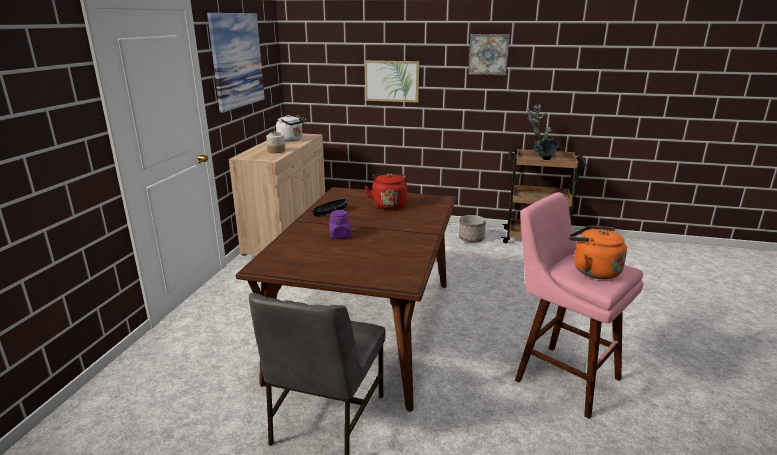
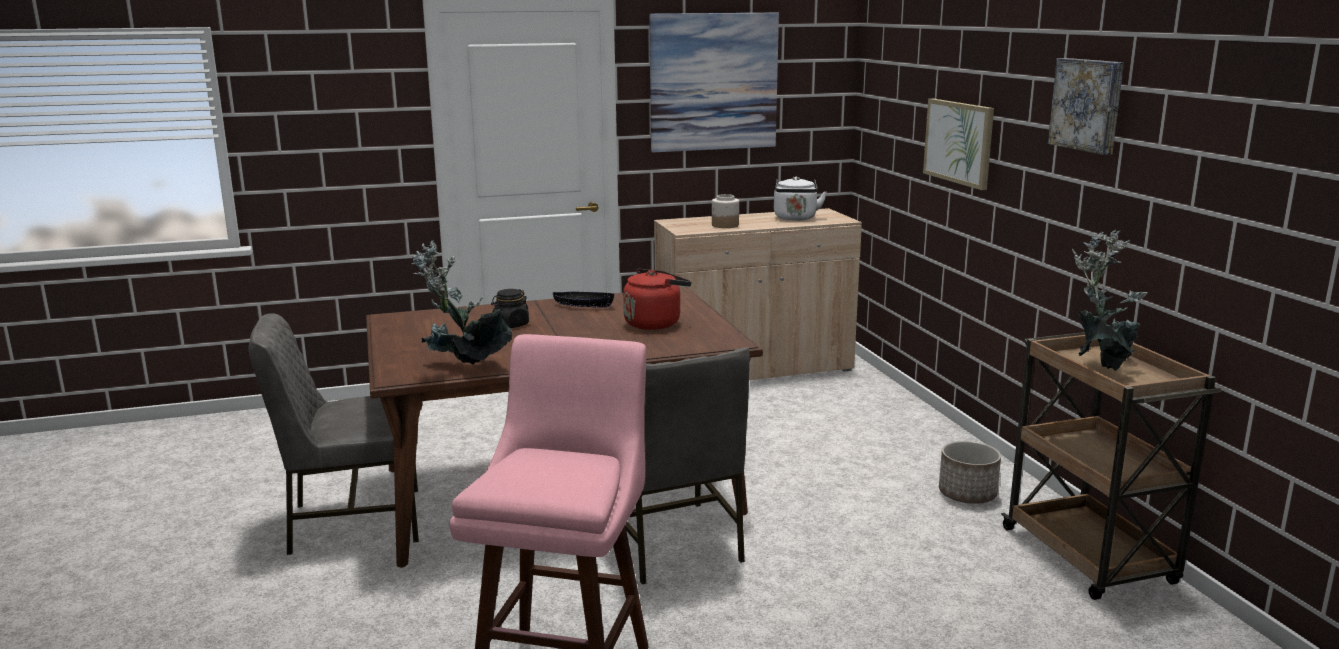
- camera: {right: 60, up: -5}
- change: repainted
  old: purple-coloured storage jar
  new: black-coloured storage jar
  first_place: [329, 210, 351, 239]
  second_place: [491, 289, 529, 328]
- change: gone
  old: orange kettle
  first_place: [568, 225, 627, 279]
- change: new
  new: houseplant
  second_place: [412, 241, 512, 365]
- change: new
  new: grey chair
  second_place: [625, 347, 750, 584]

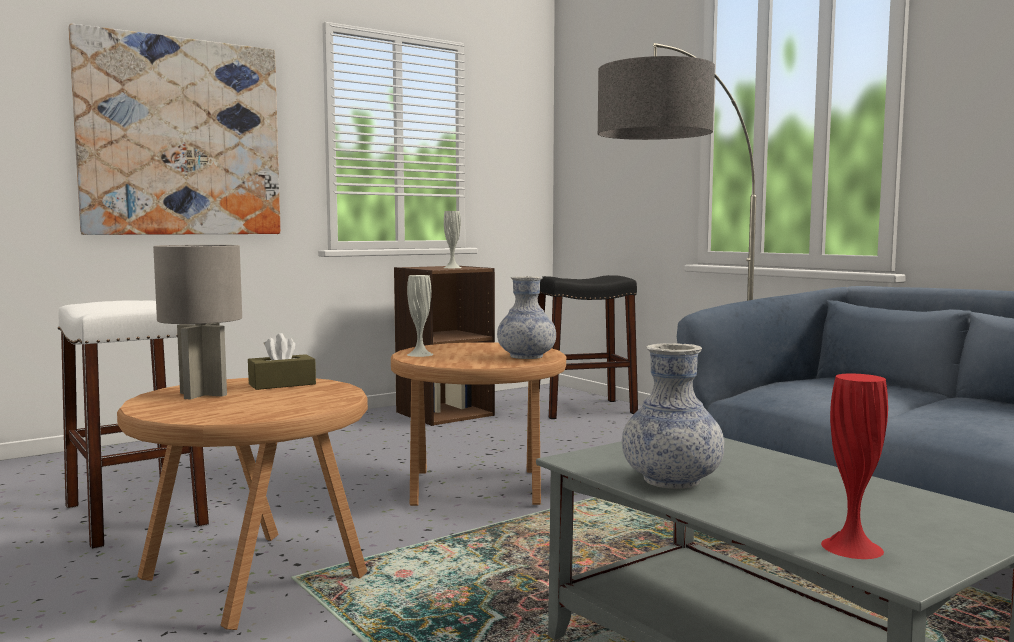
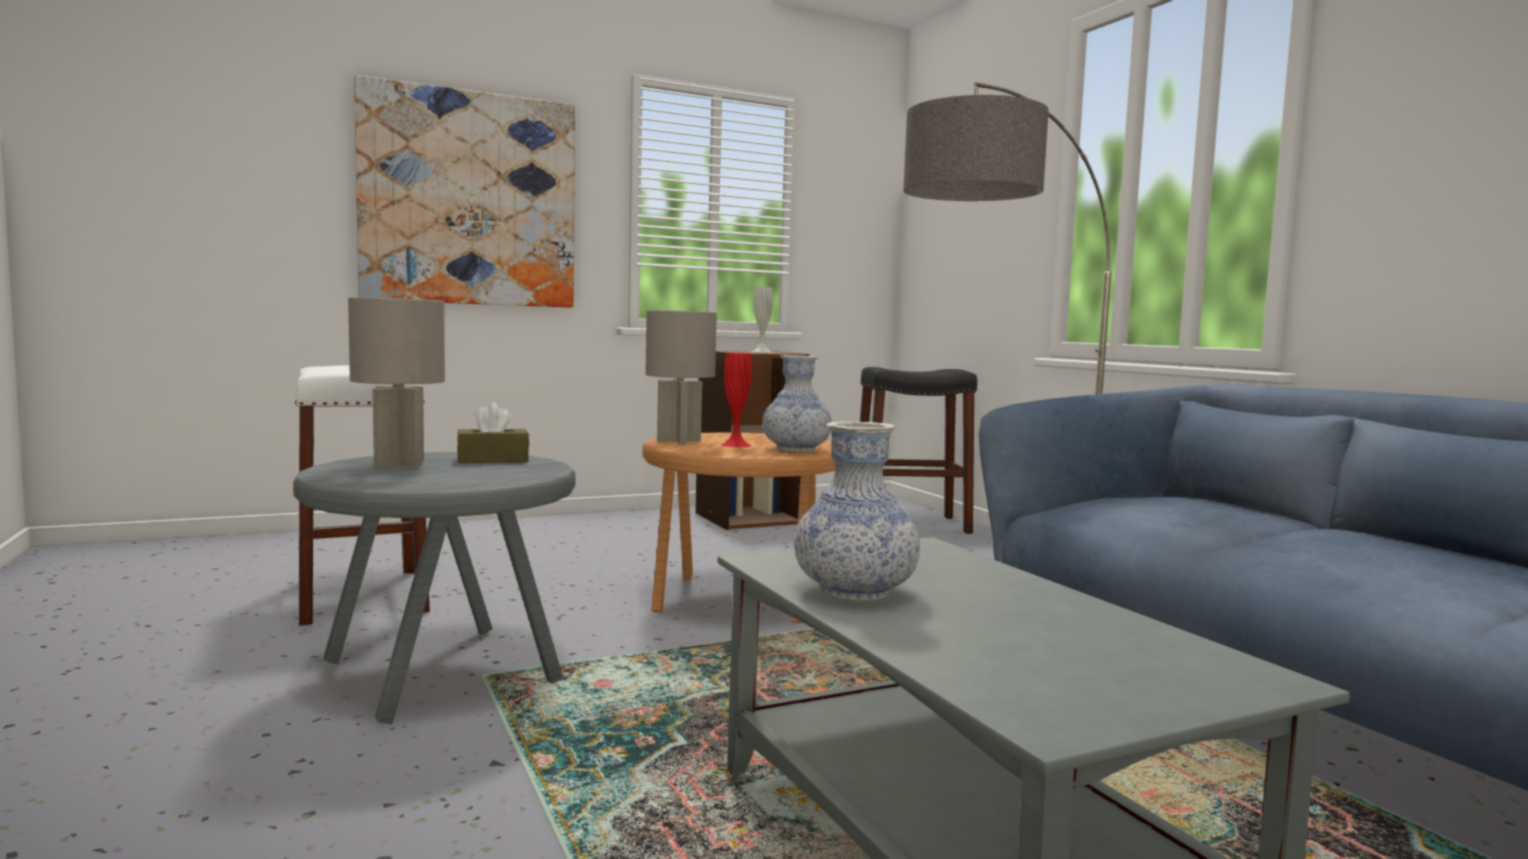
- camera: {right: 10, up: 0}
- change: swapped
  old: white-coloured decorative vase
  new: grey table lamp
  first_place: [407, 275, 433, 357]
  second_place: [645, 310, 717, 444]
- change: shifted
  old: reddish decorative vase
  first_place: [821, 374, 888, 559]
  second_place: [721, 352, 752, 447]
- change: repainted
  old: brown side table
  new: grey side table
  first_place: [117, 378, 368, 630]
  second_place: [293, 452, 576, 724]

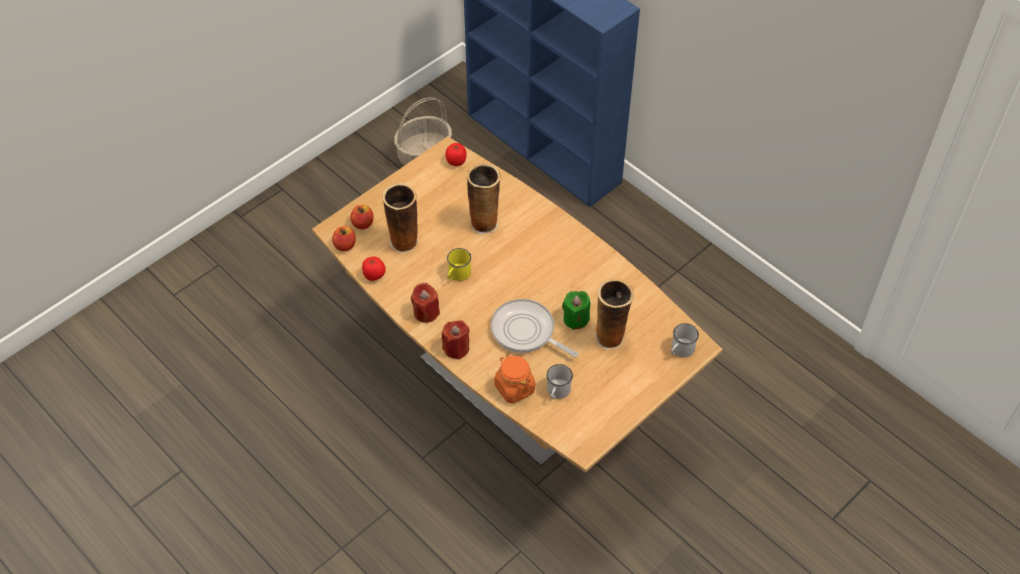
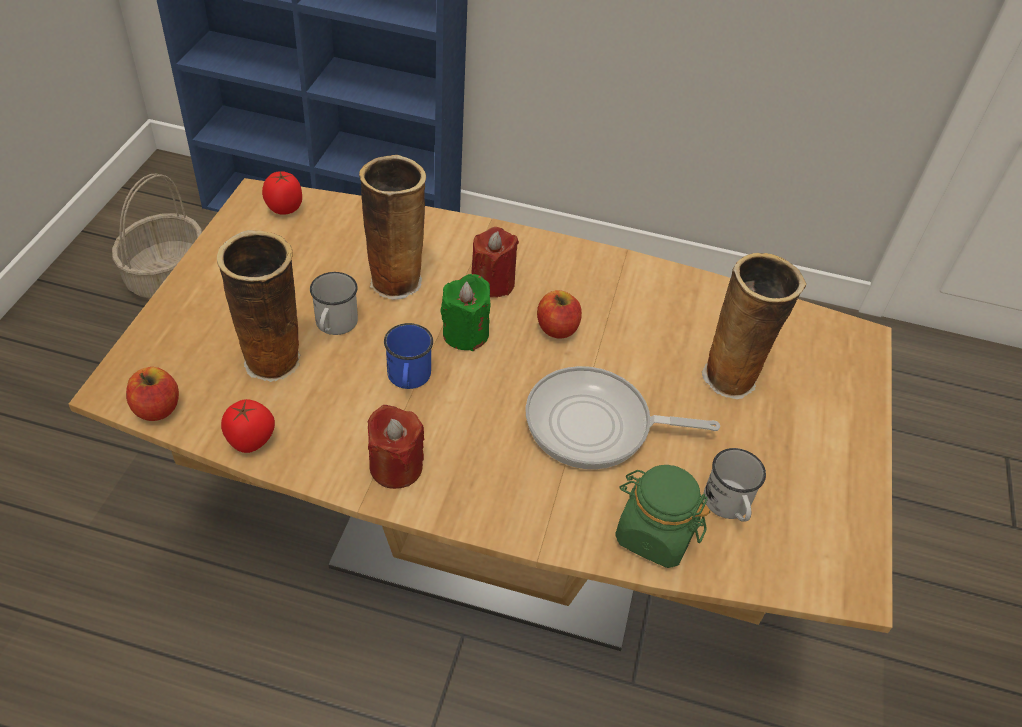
- camera: {right: -35, up: -5}
- change: shifted
  old: whole apple
  first_place: [351, 204, 374, 229]
  second_place: [537, 290, 582, 339]
- change: repainted
  old: yellow-coloured tea mug
  new: bluish tea mug
  first_place: [447, 248, 471, 281]
  second_place: [384, 323, 433, 389]
- change: shifted
  old: green candle
  first_place: [562, 291, 590, 330]
  second_place: [441, 274, 491, 351]
- change: shifted
  old: reddish candle
  first_place: [442, 320, 470, 359]
  second_place: [471, 227, 519, 298]
- change: shifted
  old: white-coloured tea mug
  first_place: [671, 323, 699, 357]
  second_place: [310, 272, 358, 335]
- change: repainted
  old: orange storage jar
  new: green storage jar
  first_place: [494, 354, 535, 404]
  second_place: [615, 465, 710, 568]

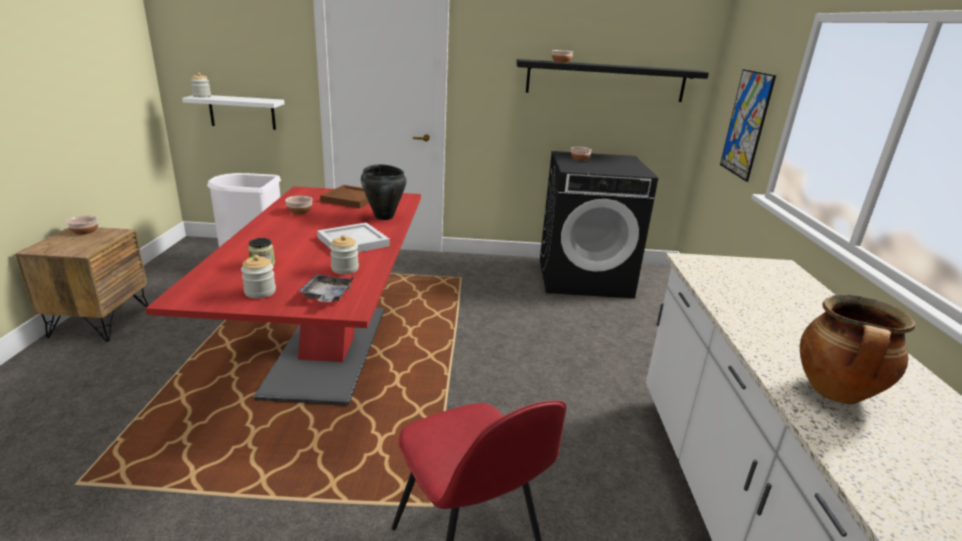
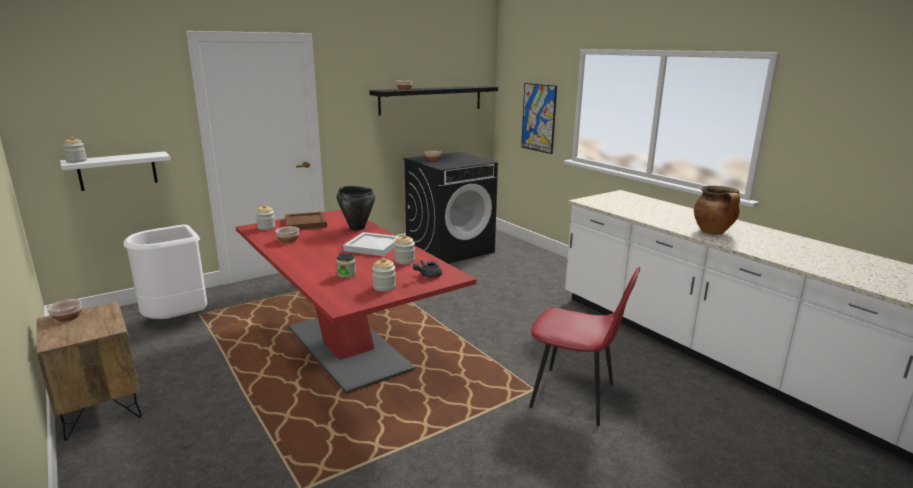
- camera: {right: -35, up: -5}
- change: swapped
  old: grey tray
  new: grey pot for tea
  first_place: [298, 274, 354, 302]
  second_place: [413, 260, 442, 278]
- change: new
  new: storage jar
  second_place: [256, 205, 275, 230]

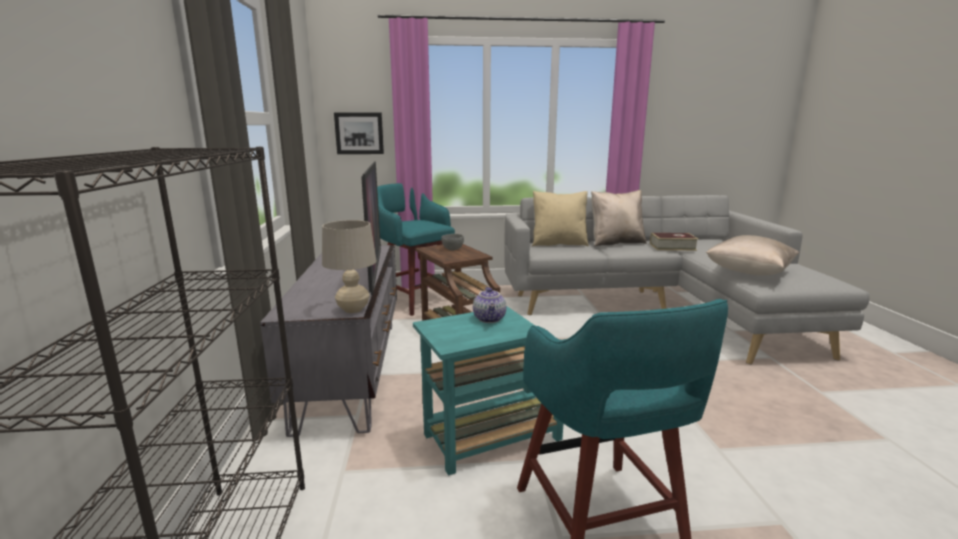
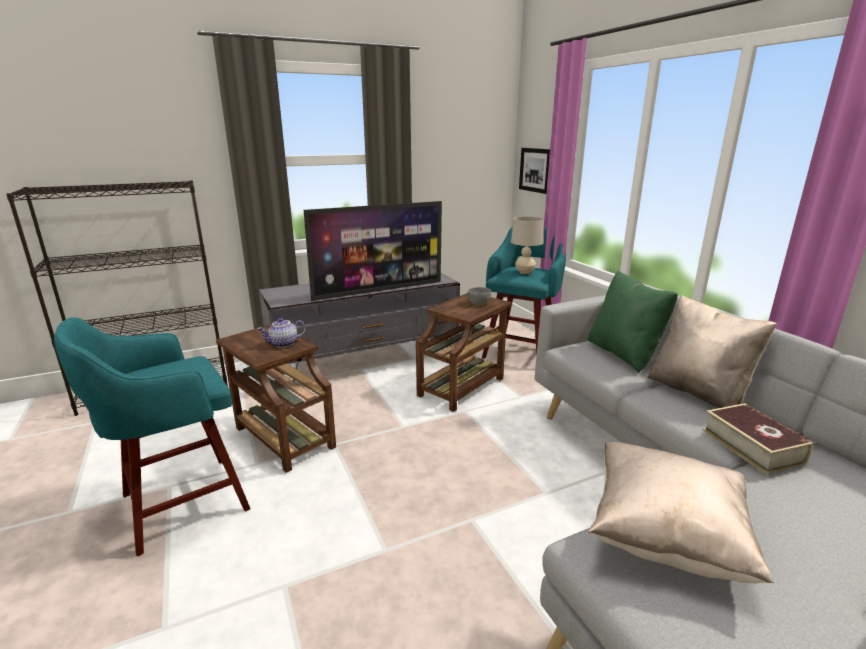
- camera: {right: 70, up: 5}
- change: repainted
  old: beige cushion
  new: green cushion
  first_place: [532, 191, 589, 246]
  second_place: [588, 270, 678, 373]
- change: shifted
  old: beige table lamp
  first_place: [322, 220, 377, 313]
  second_place: [511, 216, 544, 274]
- change: repainted
  old: blue-green side table
  new: brown side table
  first_place: [413, 306, 563, 476]
  second_place: [216, 324, 336, 473]

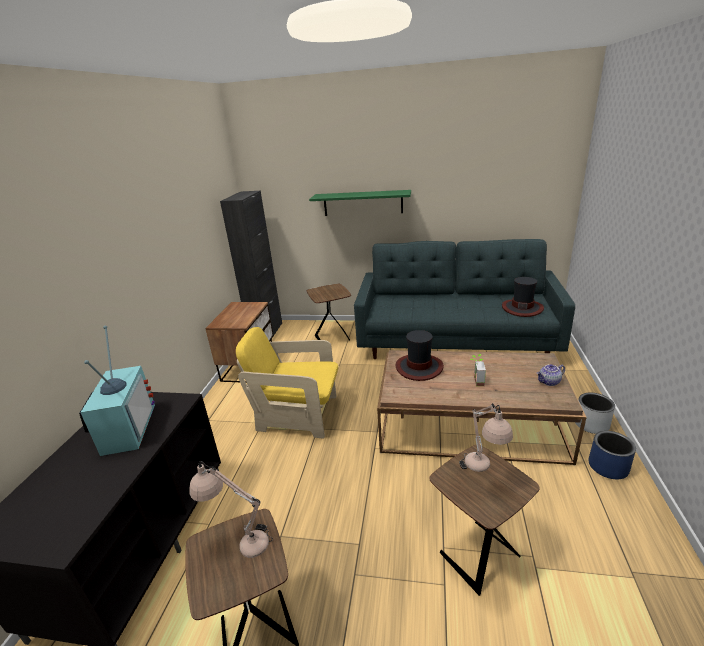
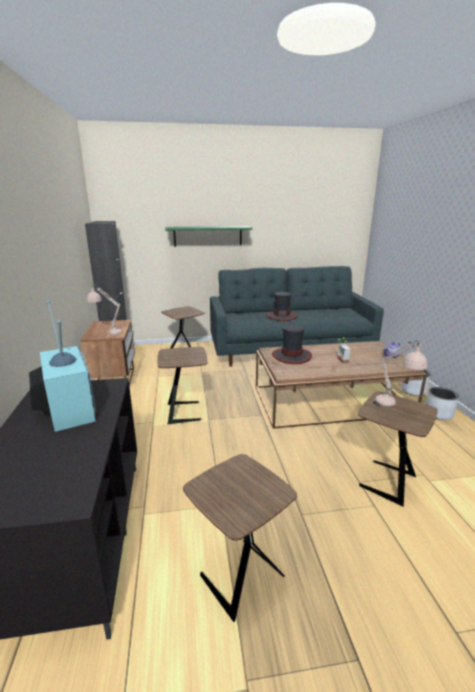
- camera: {right: -20, up: -5}
- change: shifted
  old: clothing hat
  first_place: [502, 277, 544, 317]
  second_place: [266, 292, 297, 321]
- change: swapped
  old: yellow-coloured lounge chair
  new: brown side table
  first_place: [236, 327, 338, 439]
  second_place: [157, 347, 207, 424]
- change: repainted
  old: bluish planter
  new: grey planter
  first_place: [589, 431, 636, 479]
  second_place: [426, 387, 459, 420]
- change: shifted
  old: beige table lamp
  first_place: [189, 461, 273, 558]
  second_place: [86, 284, 123, 335]

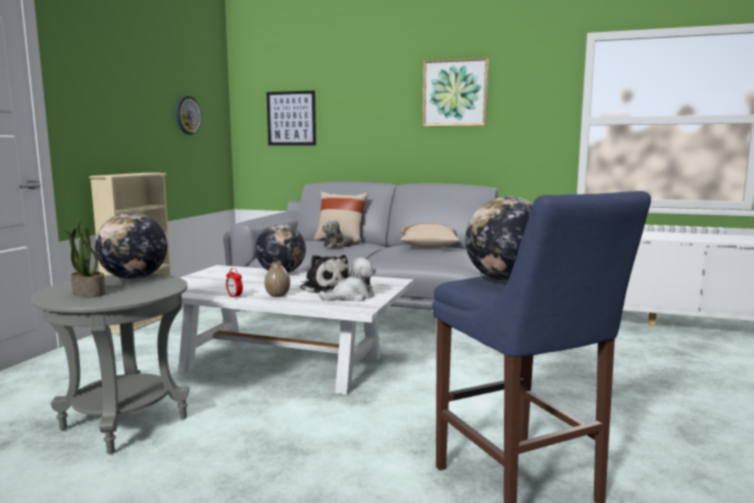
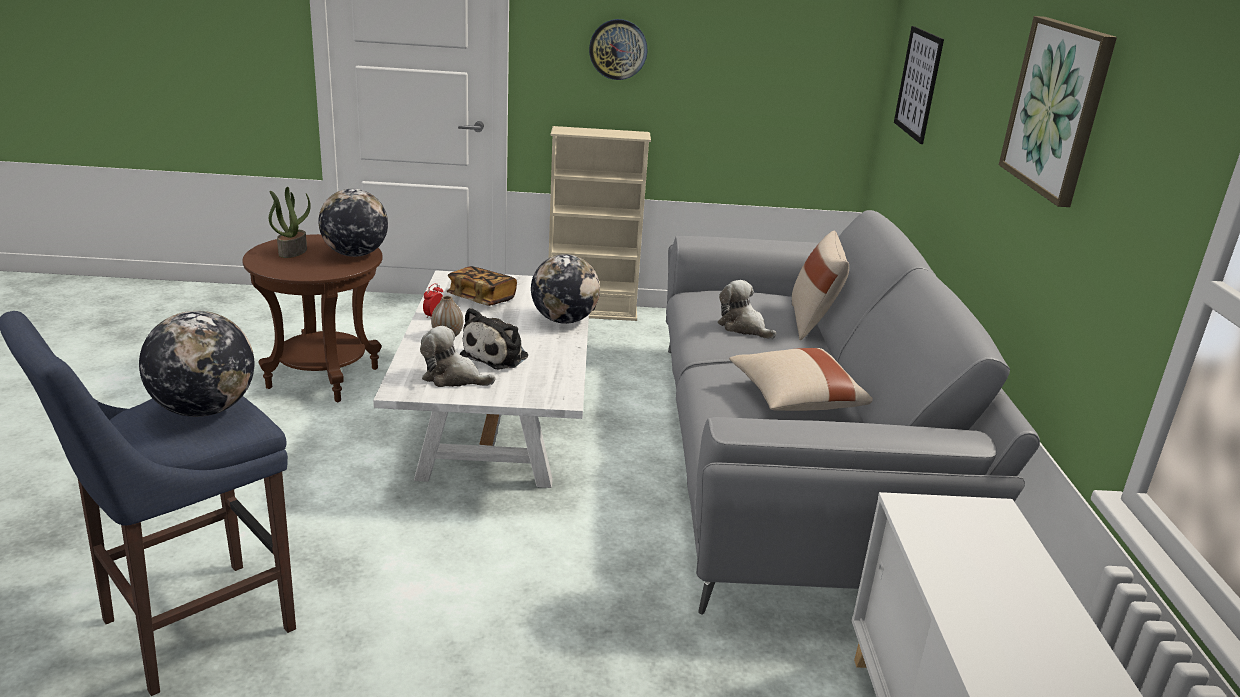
- camera: {right: 70, up: 15}
- change: shifted
  old: wall clock
  first_place: [176, 96, 202, 135]
  second_place: [589, 19, 647, 80]
- change: rotated
  old: soft toy
  first_place: [319, 258, 376, 302]
  second_place: [420, 326, 495, 387]
  degrees: 150
- change: repainted
  old: grey side table
  new: brown side table
  first_place: [31, 274, 189, 454]
  second_place: [243, 234, 383, 402]
- change: new
  new: book
  second_place: [447, 266, 517, 306]

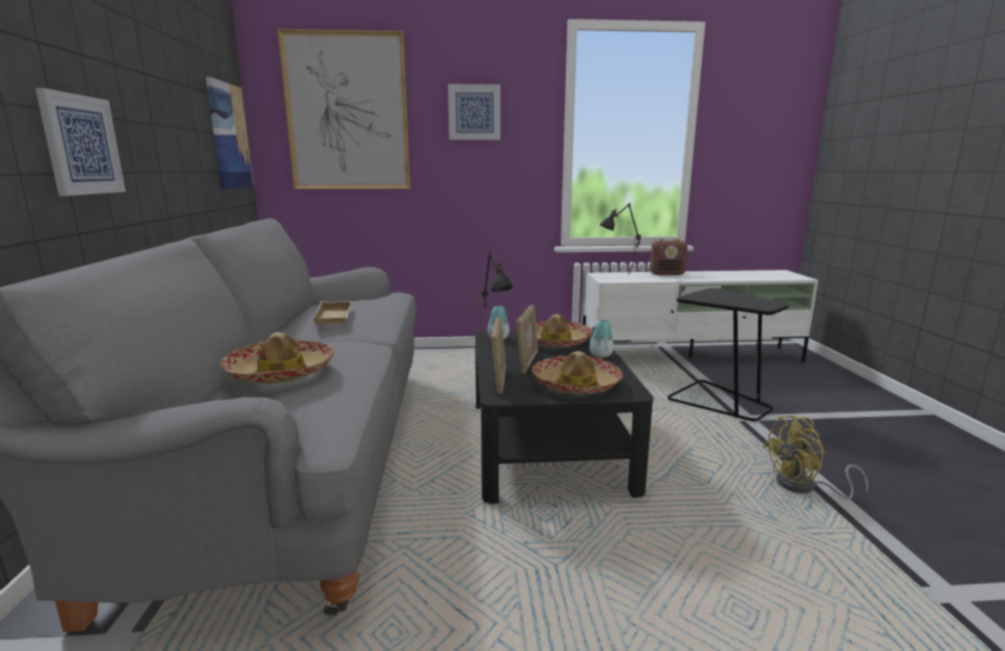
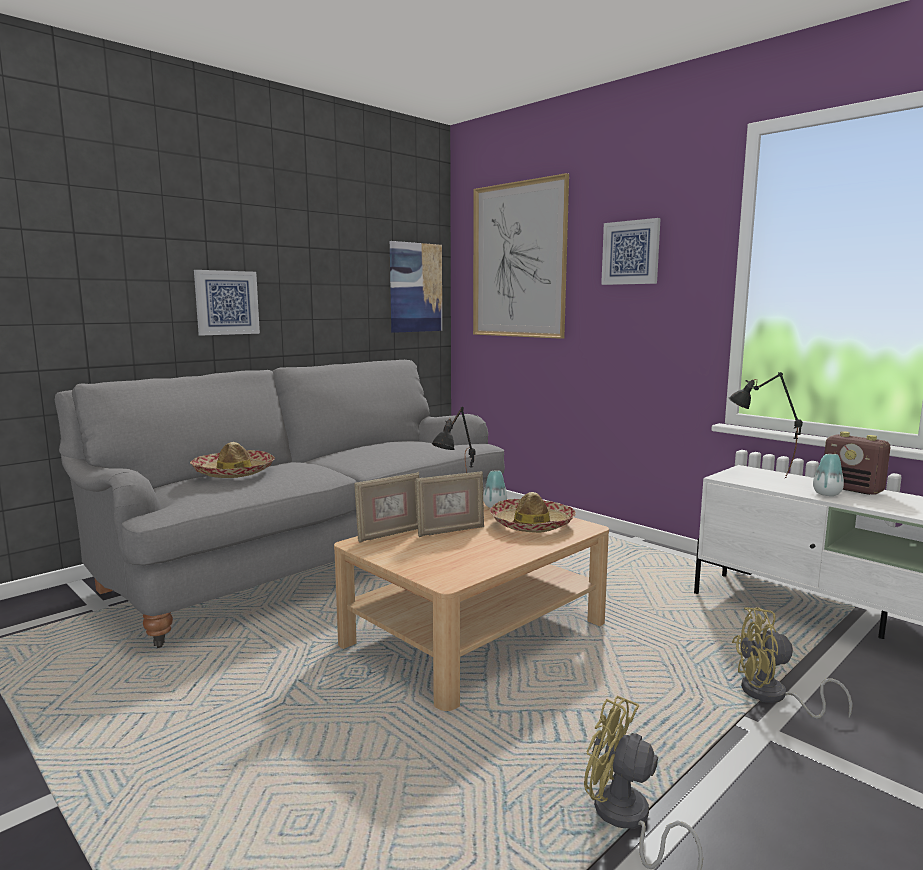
- camera: {right: 50, up: -5}
- change: swapped
  old: black-coloured side table
  new: yellow-coloured cooling fan
  first_place: [668, 288, 789, 421]
  second_place: [732, 607, 852, 719]
- change: gone
  old: beige tray
  first_place: [313, 301, 353, 326]
- change: shifted
  old: decorative vase
  first_place: [590, 320, 614, 358]
  second_place: [813, 454, 844, 496]
- change: repainted
  old: black-coloured lounge table
  new: beige lounge table
  first_place: [475, 329, 653, 504]
  second_place: [334, 499, 609, 711]
- change: gone
  old: clothing hat
  first_place: [532, 351, 623, 395]

